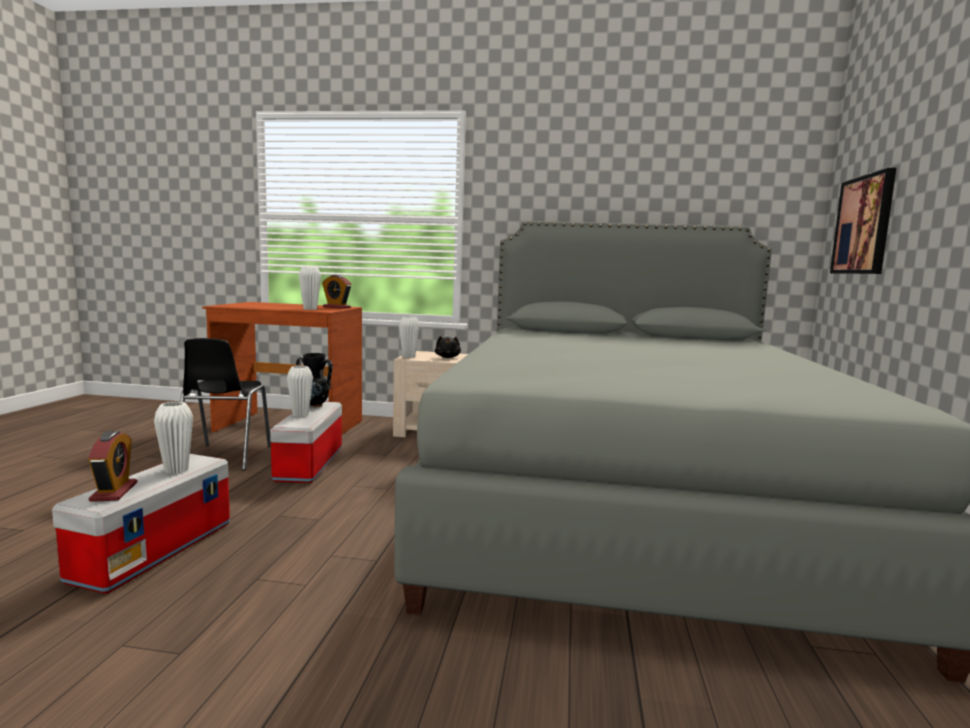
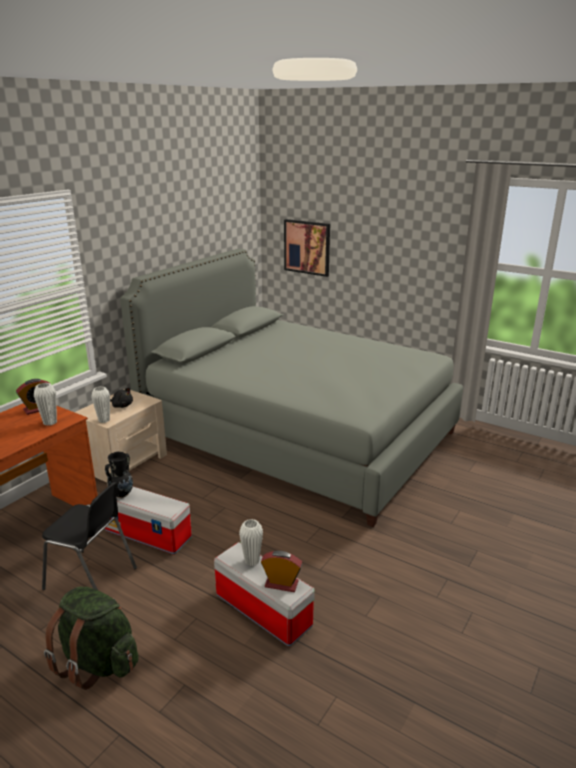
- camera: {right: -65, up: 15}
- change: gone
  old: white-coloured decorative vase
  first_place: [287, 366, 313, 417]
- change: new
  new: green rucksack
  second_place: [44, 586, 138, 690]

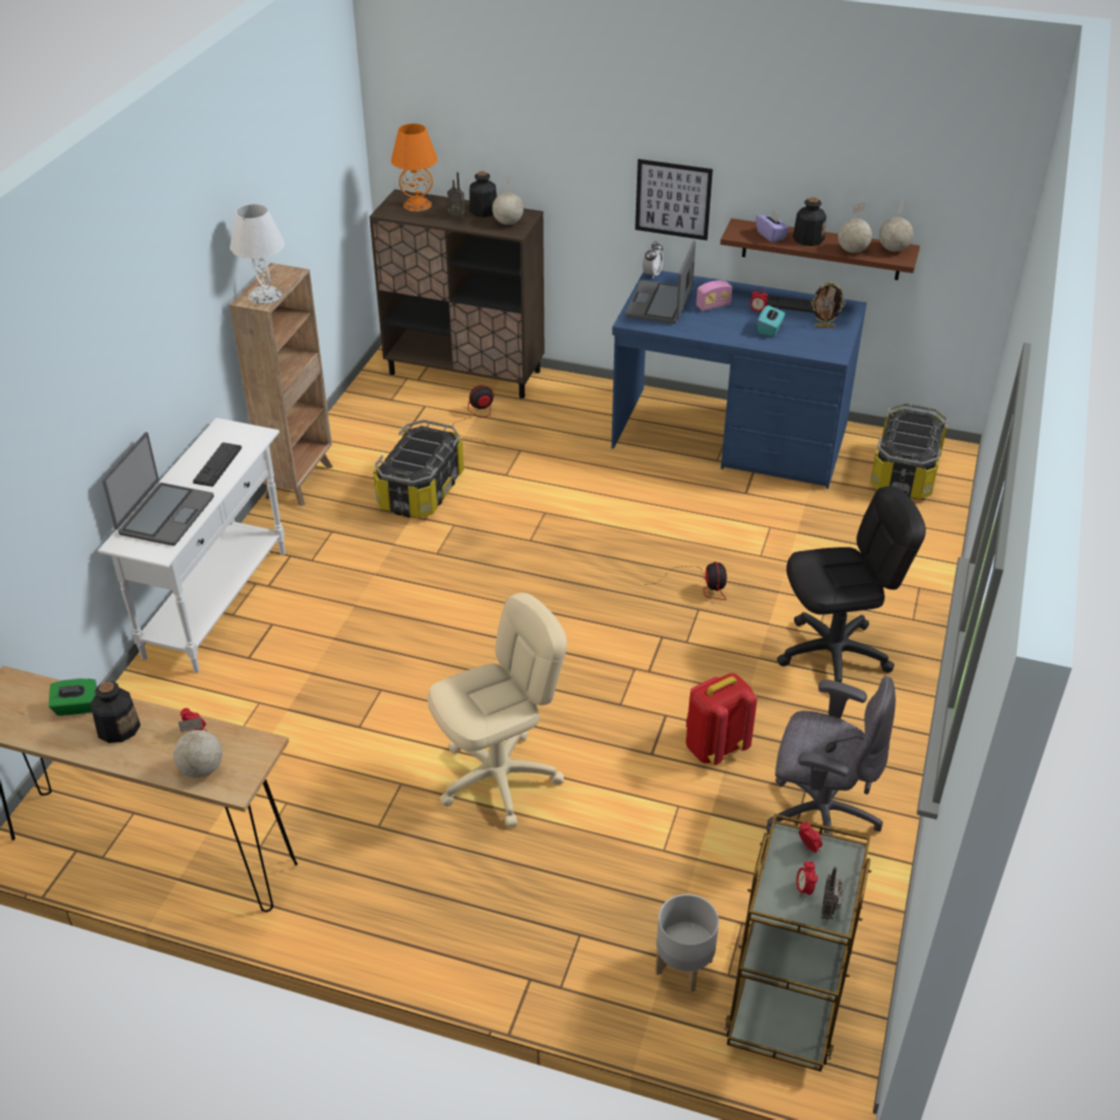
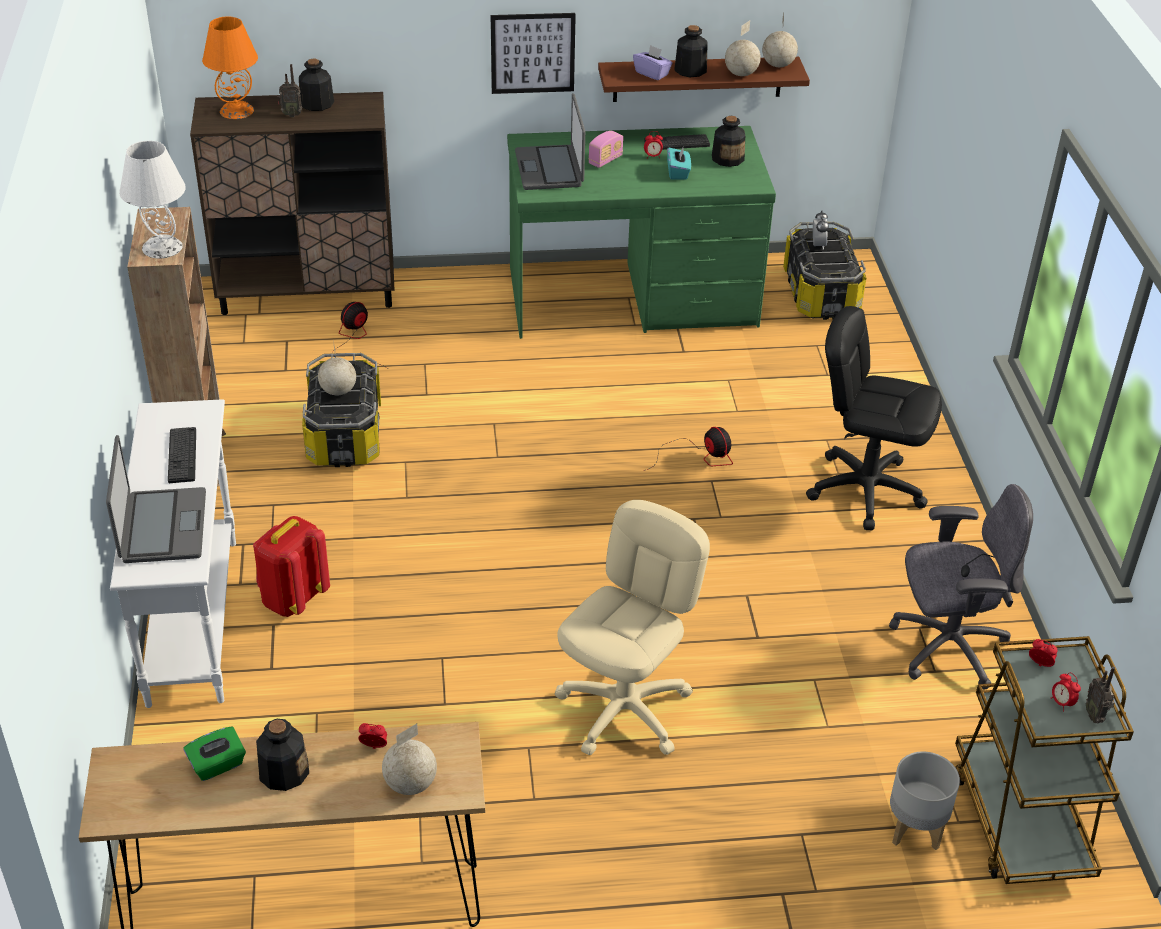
- camera: {right: -25, up: 0}
- change: shifted
  old: globe
  first_place: [492, 175, 524, 225]
  second_place: [318, 340, 356, 396]
- change: shifted
  old: bedside clock
  first_place: [643, 241, 663, 279]
  second_place: [813, 211, 829, 250]
- change: repainted
  old: bluish desk
  new: green desk
  first_place: [611, 271, 867, 489]
  second_place: [507, 126, 776, 339]
- change: swapped
  old: standing frame
  new: drink bottle
  first_place: [811, 282, 845, 328]
  second_place: [712, 116, 745, 167]
- change: rotated
  old: black-coloured office chair
  first_place: [777, 486, 926, 683]
  second_place: [806, 306, 942, 530]
  degrees: -120
- change: shifted
  old: reddish rucksack
  first_place: [686, 673, 757, 765]
  second_place: [253, 516, 330, 617]

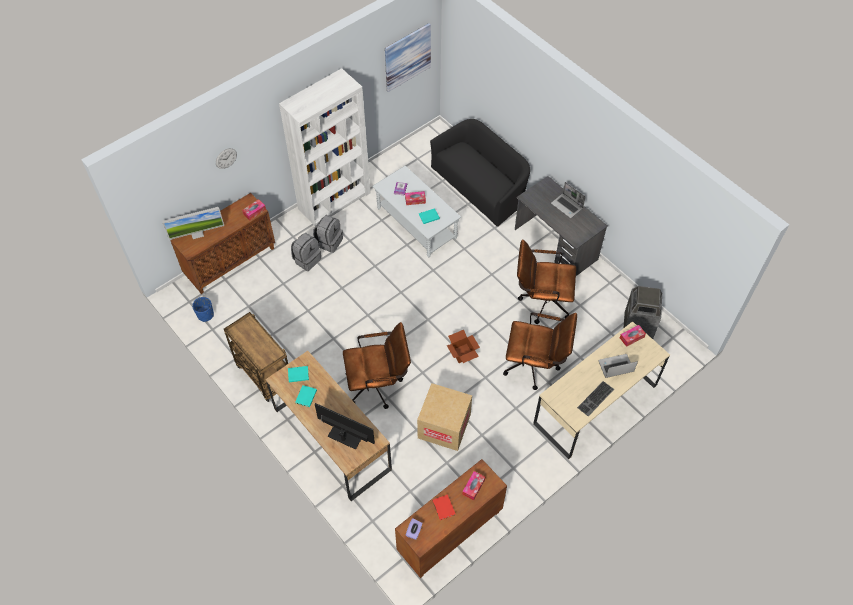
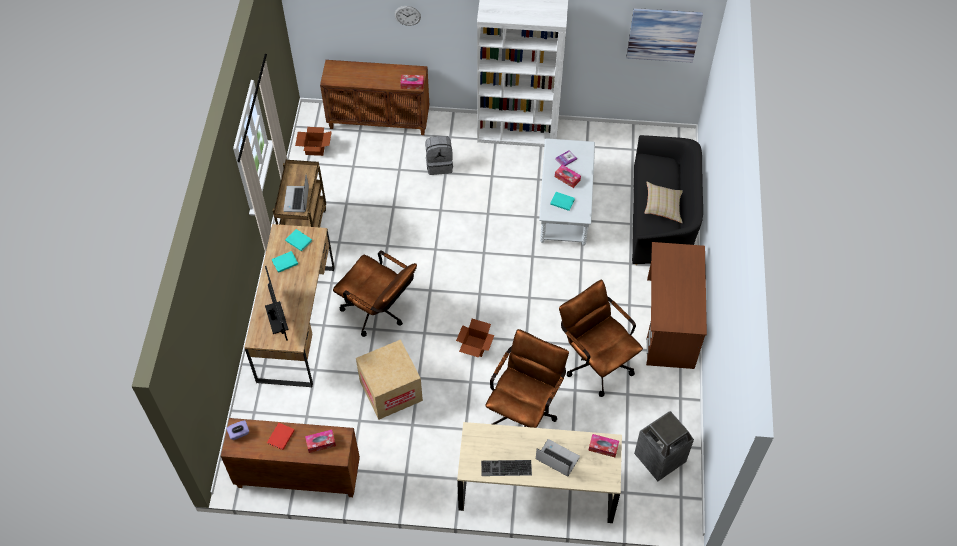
- camera: {right: 45, up: 0}
- change: repainted
  old: grey desk
  new: brown desk
  first_place: [515, 176, 608, 276]
  second_place: [646, 242, 707, 369]
- change: shifted
  old: portable computer
  first_place: [551, 182, 586, 218]
  second_place: [283, 175, 309, 212]
- change: gone
  old: computer screen
  first_place: [162, 207, 224, 240]
- change: gone
  old: grey rucksack
  first_place: [313, 215, 343, 253]
- change: swapped
  old: bluish planter
  new: packing box
  first_place: [192, 297, 214, 322]
  second_place: [295, 127, 332, 156]
- change: rotated
  old: brown office chair
  first_place: [503, 313, 577, 390]
  second_place: [485, 329, 569, 428]
  degrees: -120
- change: new
  new: beige cushion
  second_place: [645, 182, 683, 223]

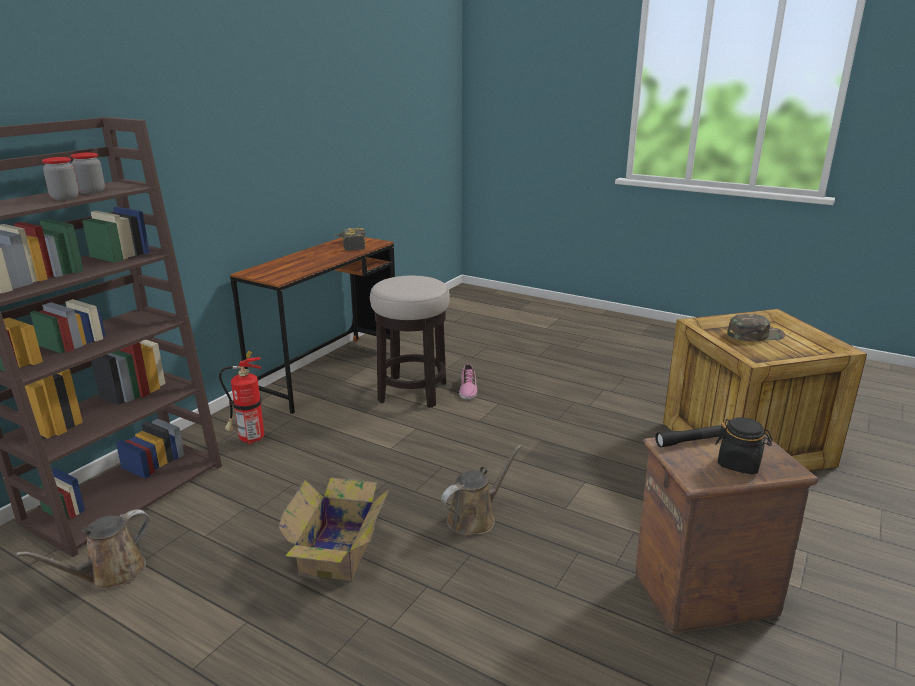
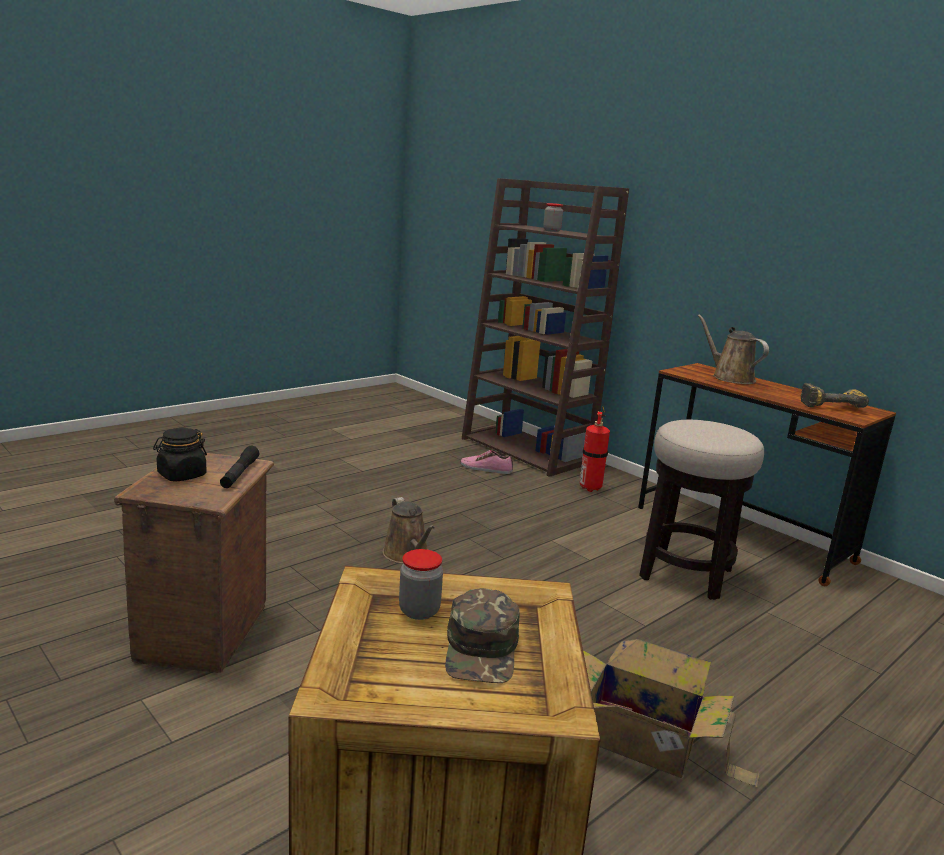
- camera: {right: 105, up: -5}
- change: shifted
  old: storage jar
  first_place: [71, 153, 105, 194]
  second_place: [399, 549, 443, 620]
- change: shifted
  old: low shoe
  first_place: [459, 364, 477, 399]
  second_place: [461, 450, 513, 474]
- change: shifted
  old: packing box
  first_place: [278, 477, 390, 581]
  second_place: [583, 639, 760, 787]
- change: shifted
  old: brown sprinkling can
  first_place: [16, 509, 150, 589]
  second_place: [698, 314, 769, 384]

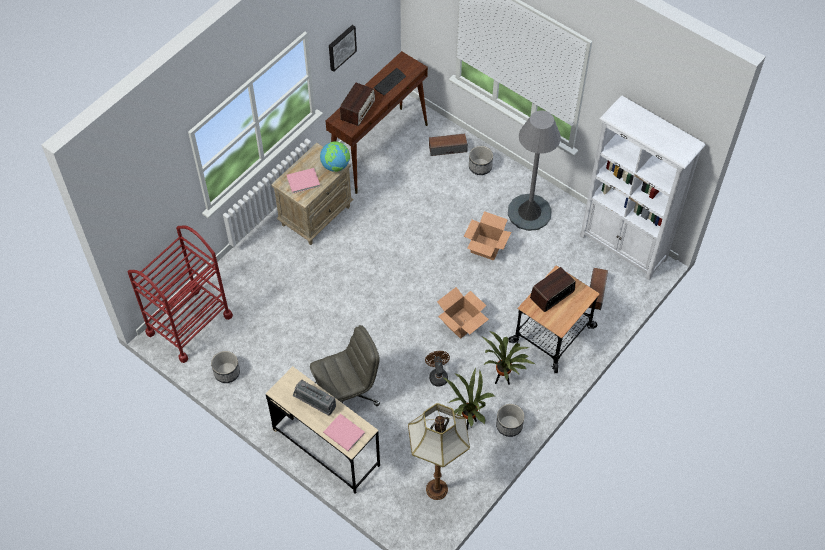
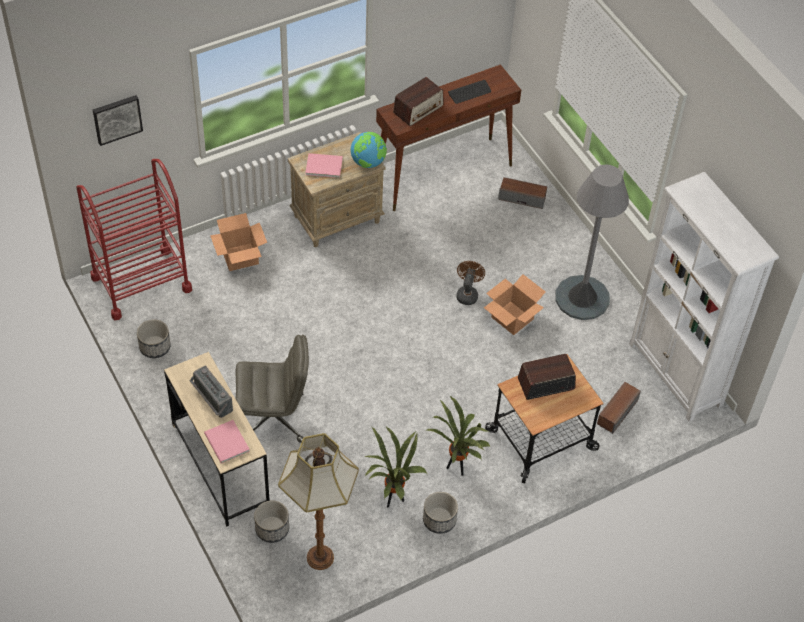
- camera: {right: 20, up: -5}
- change: shifted
  old: picture
  first_place: [329, 25, 357, 72]
  second_place: [93, 95, 143, 146]
- change: shifted
  old: planter
  first_place: [469, 146, 493, 175]
  second_place: [254, 500, 289, 543]
- change: shifted
  old: packing box
  first_place: [437, 287, 489, 339]
  second_place: [210, 213, 267, 271]
- change: shifted
  old: brown cooling fan
  first_place: [425, 351, 450, 386]
  second_place: [457, 261, 485, 305]

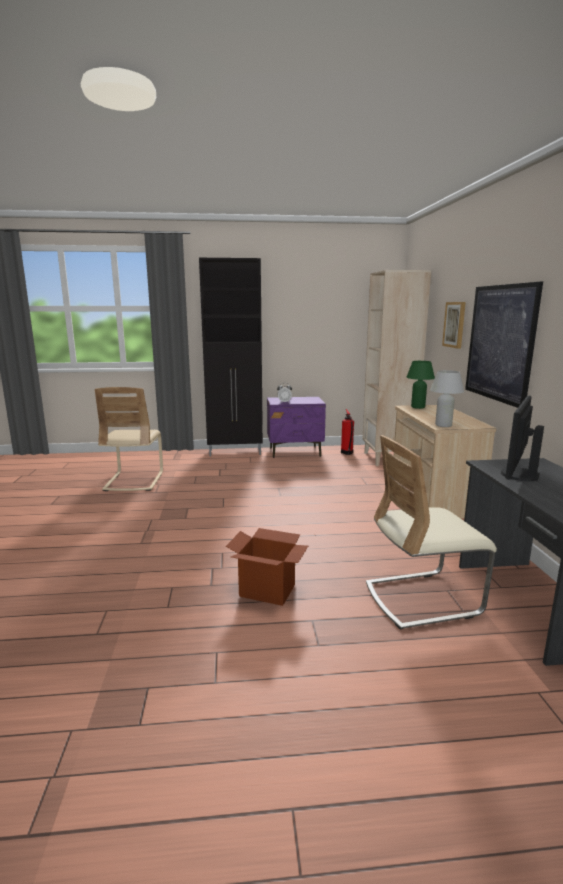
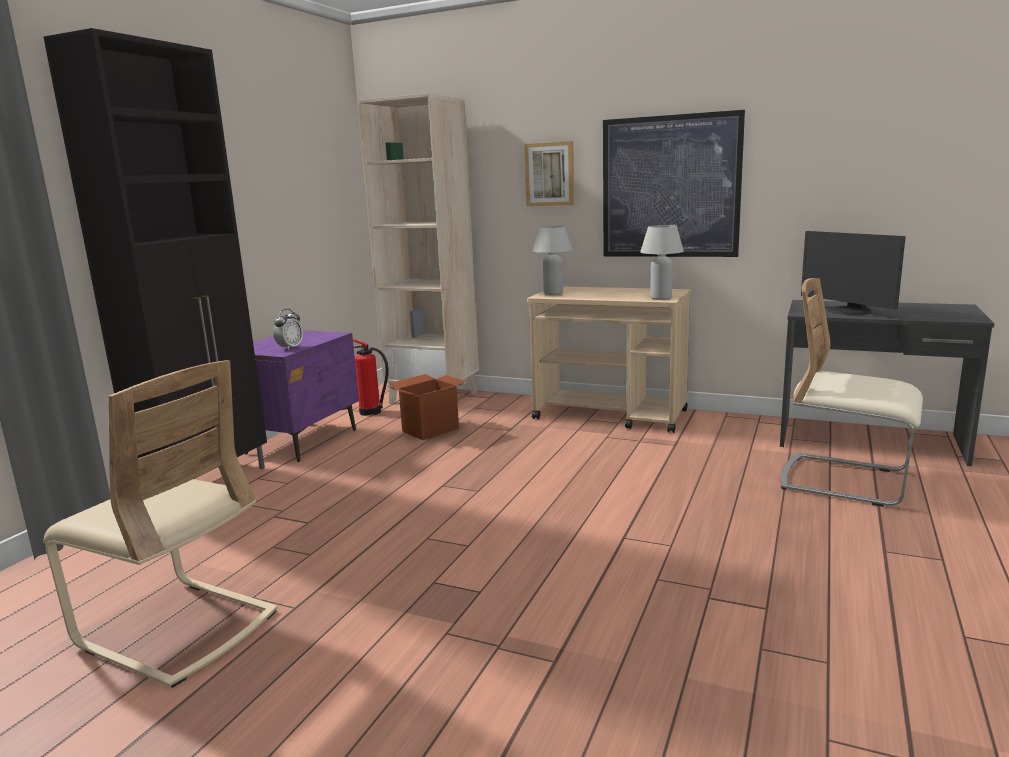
- camera: {right: -60, up: 0}
- change: repainted
  old: green table lamp
  new: white-coloured table lamp
  first_place: [406, 361, 435, 409]
  second_place: [533, 226, 572, 295]
- change: rotated
  old: beige chair
  first_place: [366, 435, 497, 630]
  second_place: [781, 278, 923, 507]
  degrees: 105
- change: shifted
  old: packing box
  first_place: [226, 528, 308, 606]
  second_place: [389, 374, 466, 440]

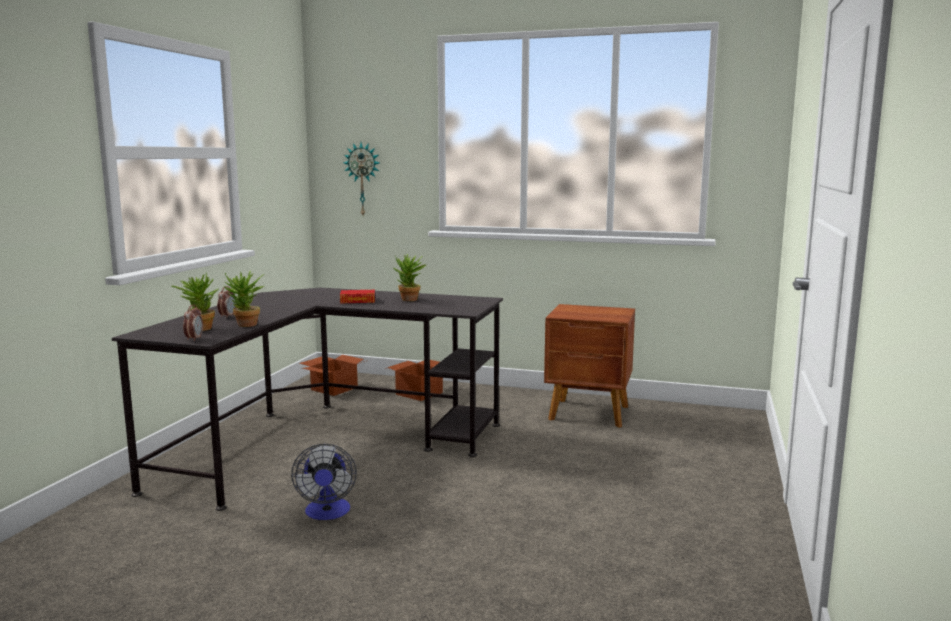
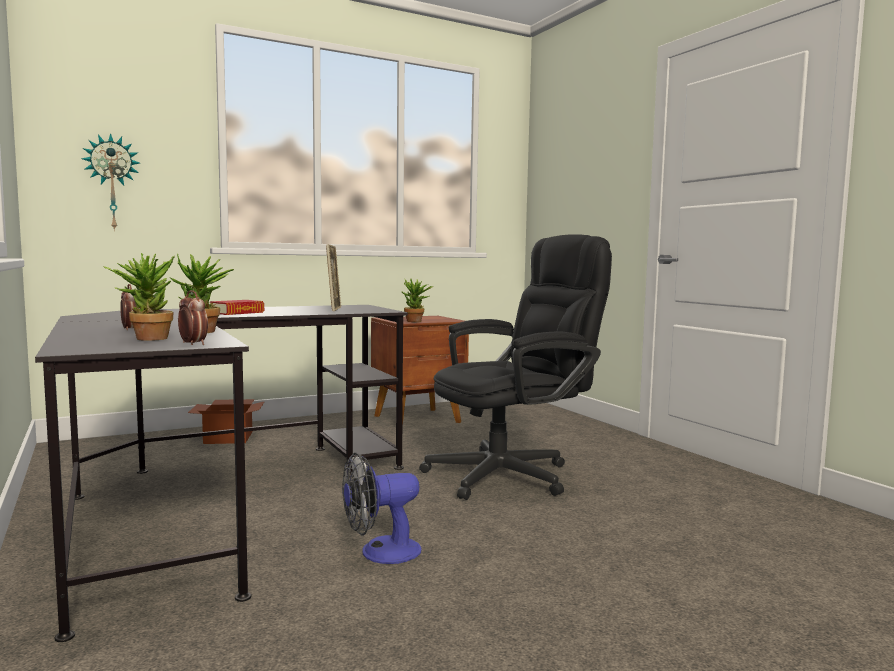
- camera: {right: -45, up: -5}
- change: shifted
  old: houseplant
  first_place: [394, 254, 426, 301]
  second_place: [401, 278, 434, 322]
- change: gone
  old: packing box
  first_place: [299, 355, 365, 396]
- change: rotated
  old: cooling fan
  first_place: [291, 444, 357, 520]
  second_place: [343, 453, 422, 564]
  degrees: 120
- change: new
  new: black-coloured office chair
  second_place: [419, 234, 612, 500]
- change: new
  new: standing frame
  second_place: [326, 244, 341, 311]

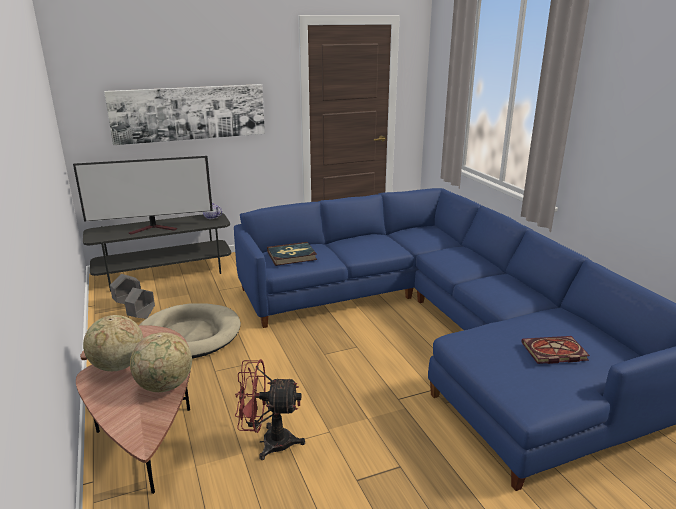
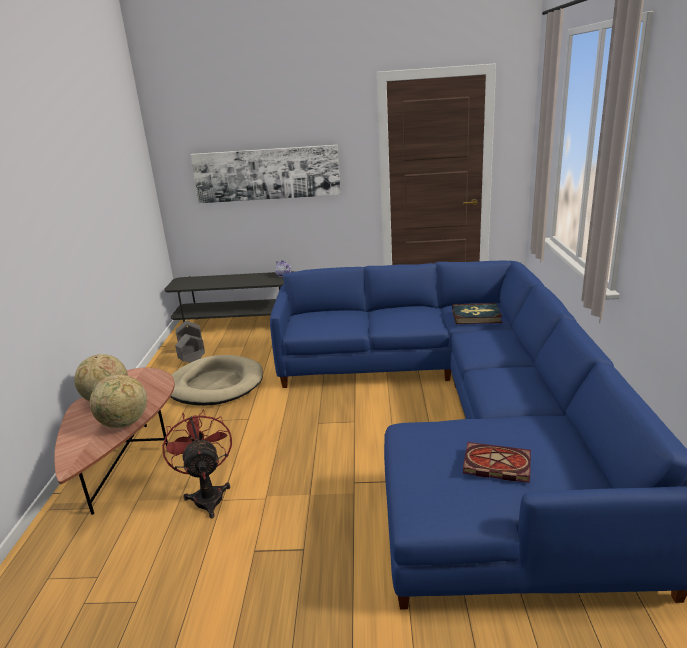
- camera: {right: 25, up: 0}
- change: gone
  old: TV set
  first_place: [73, 156, 213, 235]
- change: shifted
  old: book
  first_place: [267, 242, 317, 266]
  second_place: [452, 303, 502, 324]
- change: rotated
  old: reddish cooling fan
  first_place: [235, 359, 305, 460]
  second_place: [162, 409, 232, 518]
  degrees: 45

